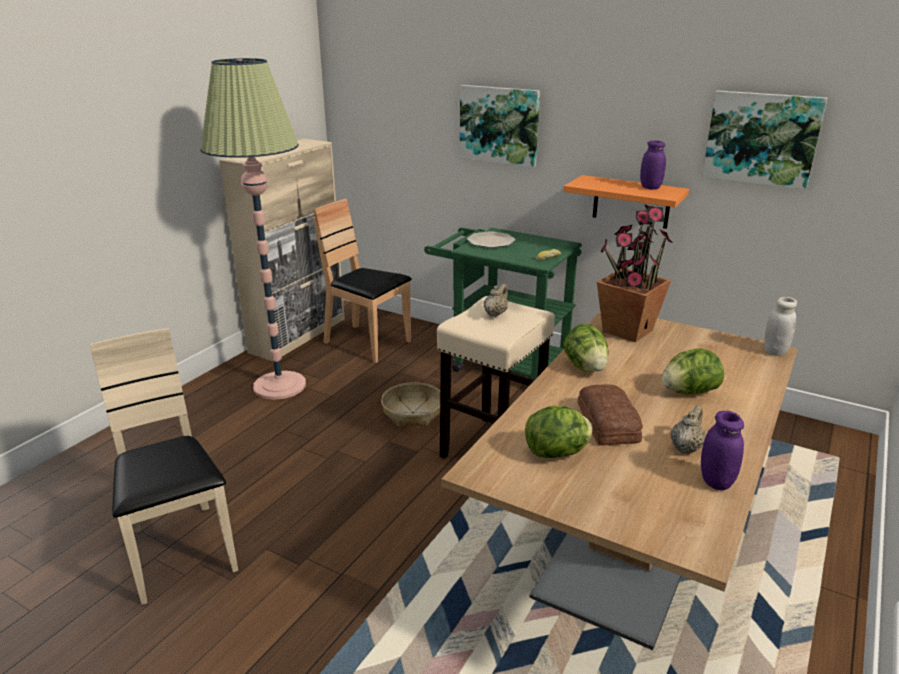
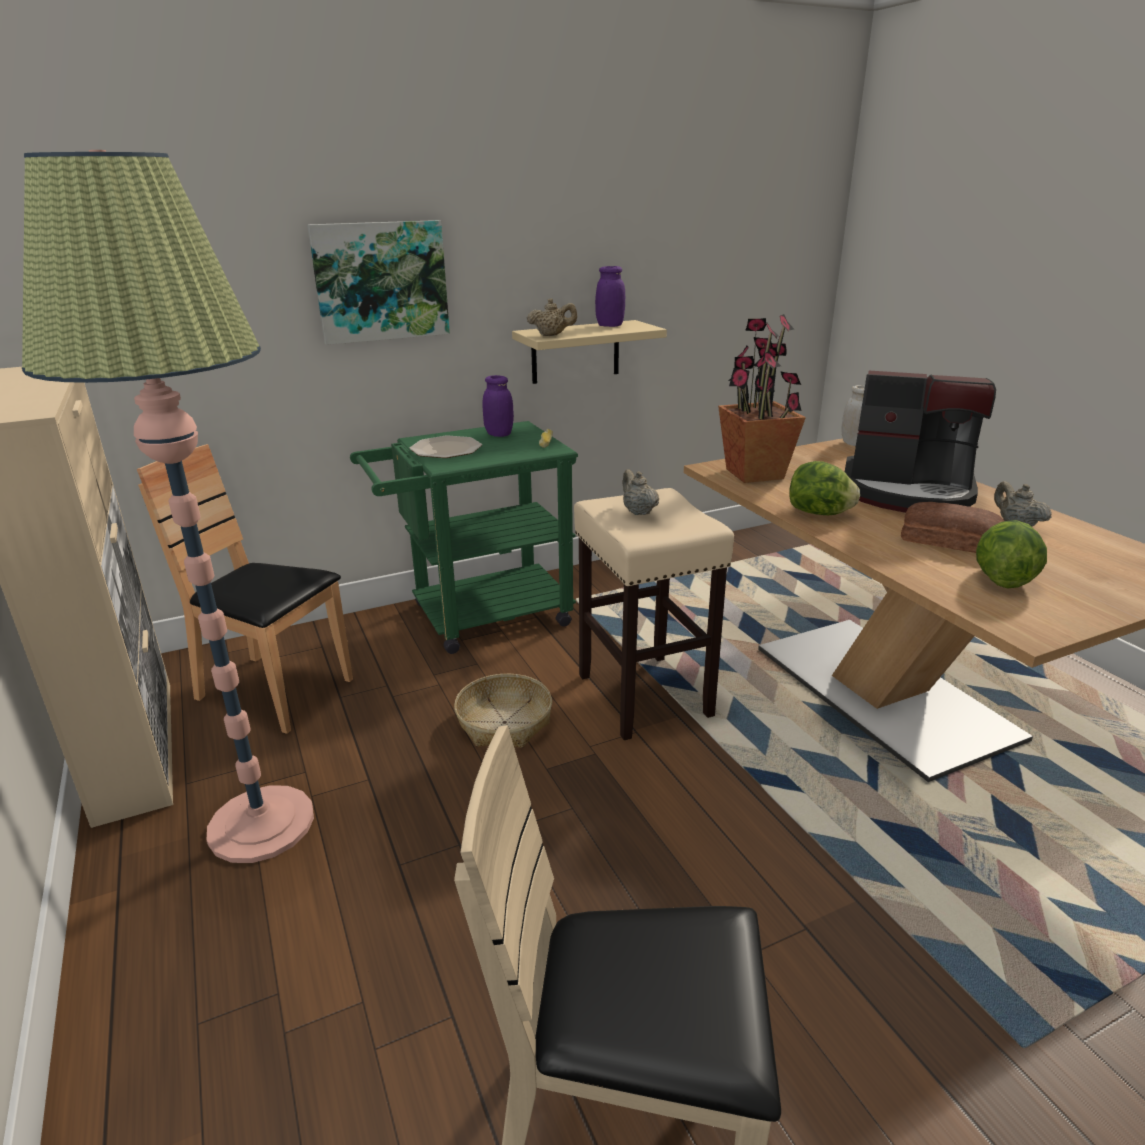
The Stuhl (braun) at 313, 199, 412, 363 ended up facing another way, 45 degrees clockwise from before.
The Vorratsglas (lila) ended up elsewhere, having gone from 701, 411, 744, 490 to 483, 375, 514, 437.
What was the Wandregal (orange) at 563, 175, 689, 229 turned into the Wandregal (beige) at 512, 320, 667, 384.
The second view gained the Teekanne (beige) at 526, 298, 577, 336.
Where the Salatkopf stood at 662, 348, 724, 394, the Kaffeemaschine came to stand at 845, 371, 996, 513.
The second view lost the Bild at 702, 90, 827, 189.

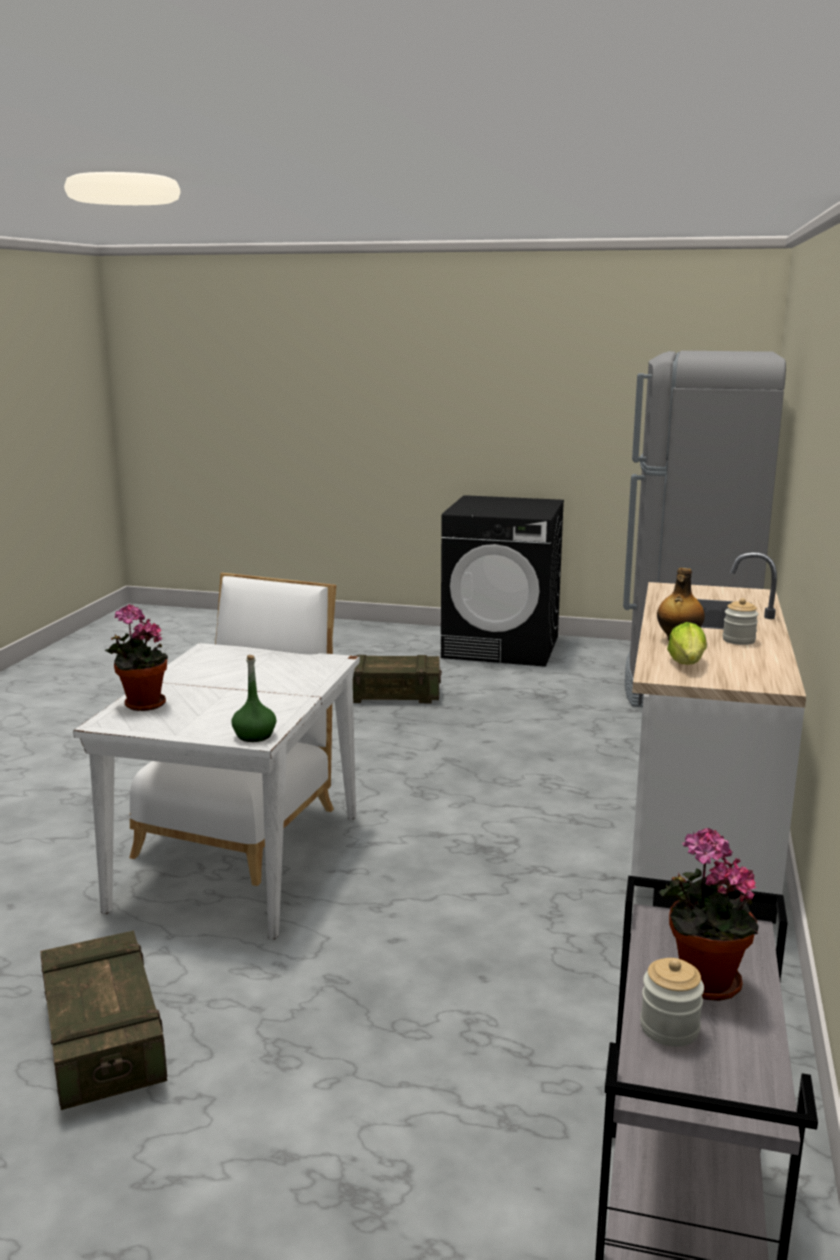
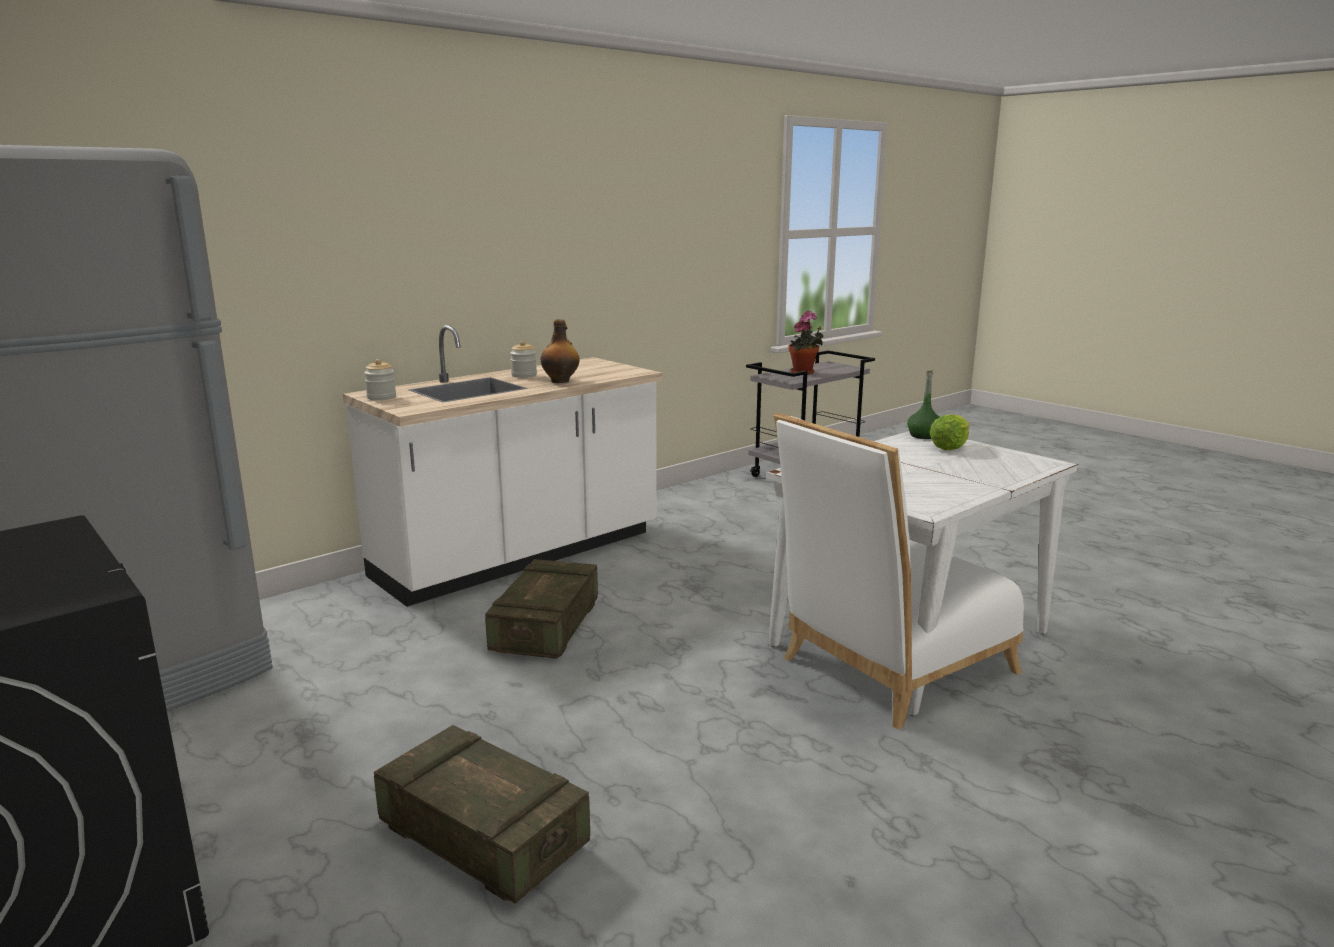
The Vorratsglas ended up elsewhere, having gone from 640, 958, 704, 1047 to 364, 359, 396, 400.
The Kiste ended up elsewhere, having gone from 40, 930, 167, 1110 to 485, 559, 598, 659.
The Salatkopf ended up elsewhere, having gone from 667, 622, 707, 665 to 930, 414, 969, 450.
The second view lost the Topfpflanze at 105, 604, 168, 711.

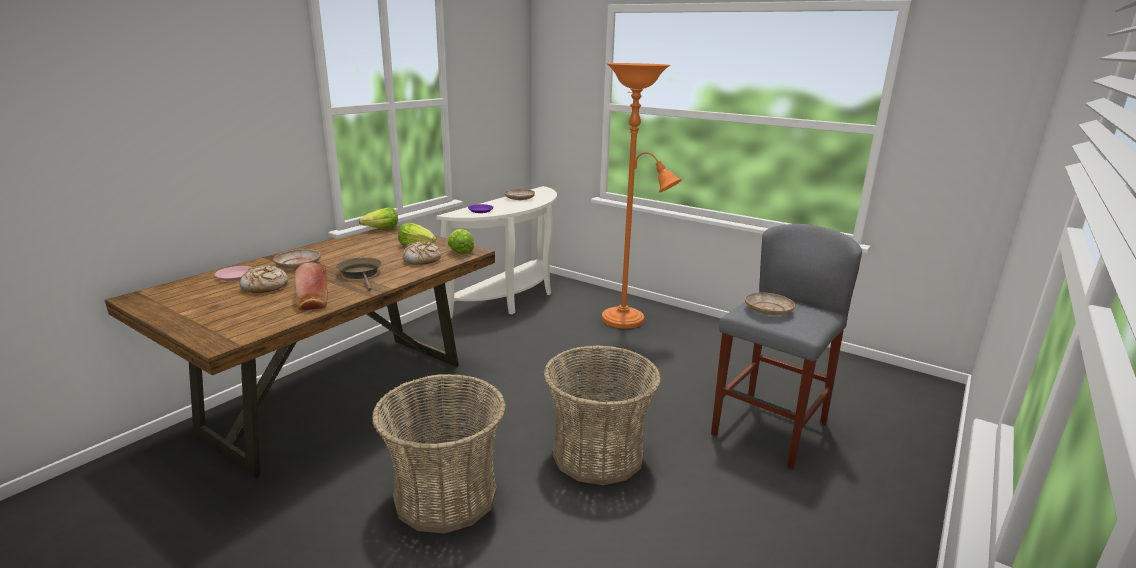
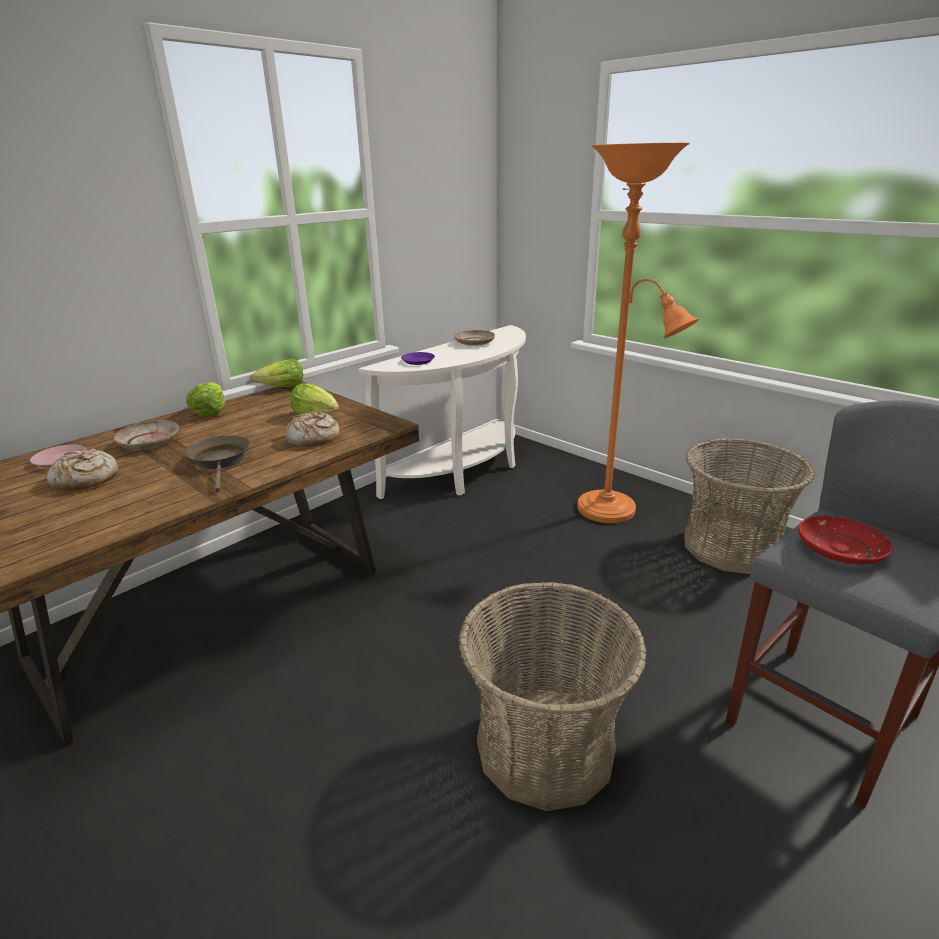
The Salatkopf ended up elsewhere, having gone from 448, 229, 474, 254 to 186, 382, 225, 416.
The Korb ended up elsewhere, having gone from 372, 374, 506, 534 to 684, 438, 815, 574.
What was the Teller (beige) at 745, 292, 796, 315 turned into the Teller (rot) at 798, 516, 893, 565.
The second view lost the Brot at 295, 263, 327, 311.

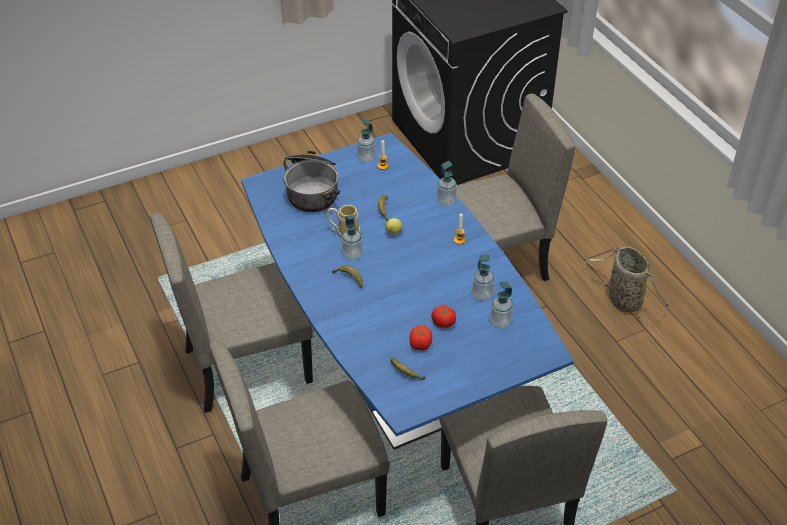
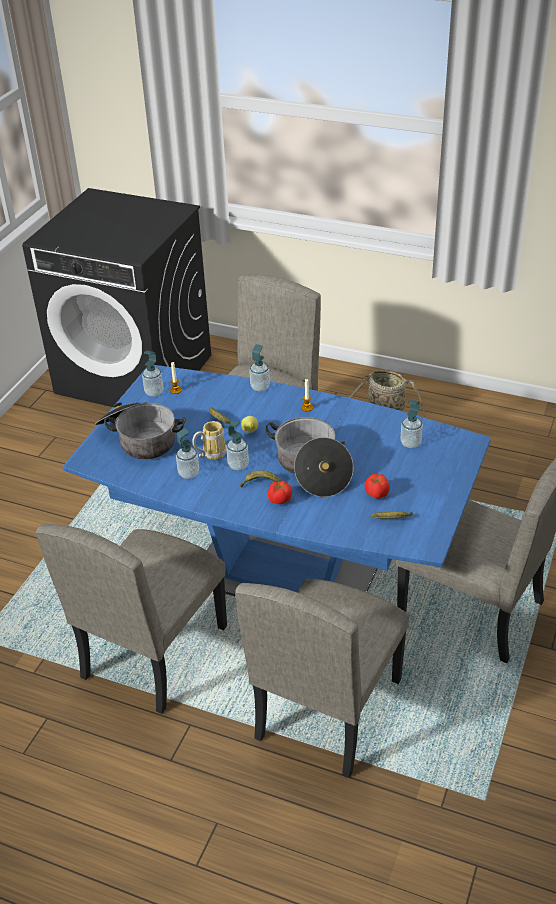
The Seifenspender ended up elsewhere, having gone from 472, 254, 494, 300 to 176, 428, 199, 479.
The second view gained the Kochtopf at 266, 417, 354, 497.
The Tomate ended up elsewhere, having gone from 431, 305, 456, 328 to 268, 481, 292, 504.

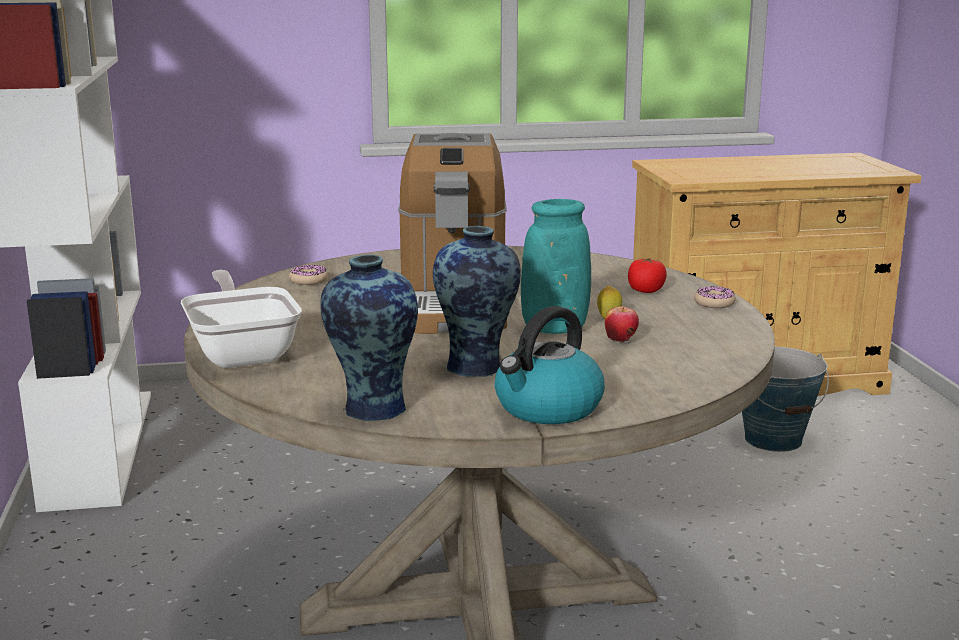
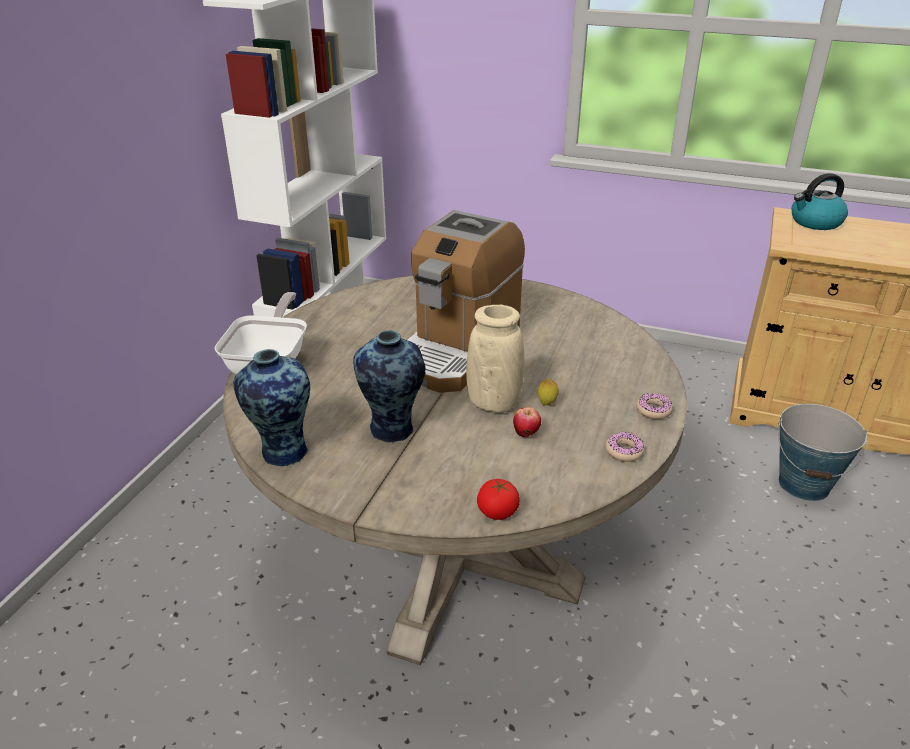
What was the Vase (türkis) at 521, 199, 591, 334 turned into the Vase (beige) at 466, 305, 524, 412.
The Tomate ended up elsewhere, having gone from 628, 258, 667, 293 to 477, 479, 520, 520.
The Donut ended up elsewhere, having gone from 289, 264, 328, 285 to 605, 431, 644, 462.
The Wasserkessel ended up elsewhere, having gone from 495, 306, 605, 424 to 792, 173, 848, 230.

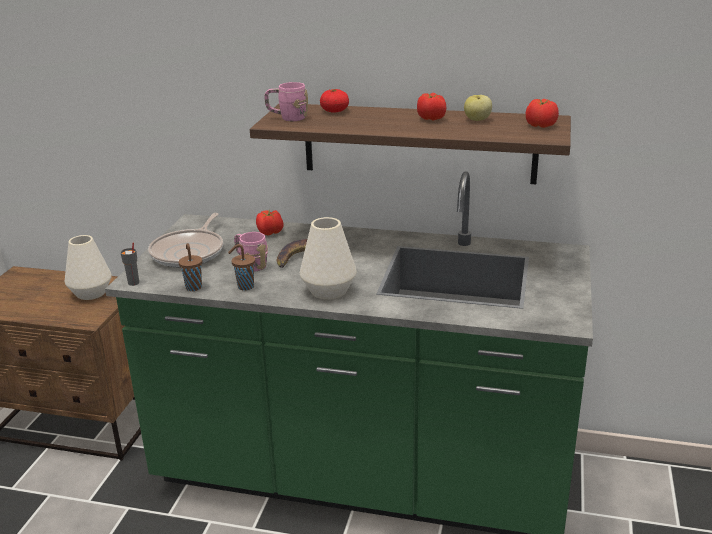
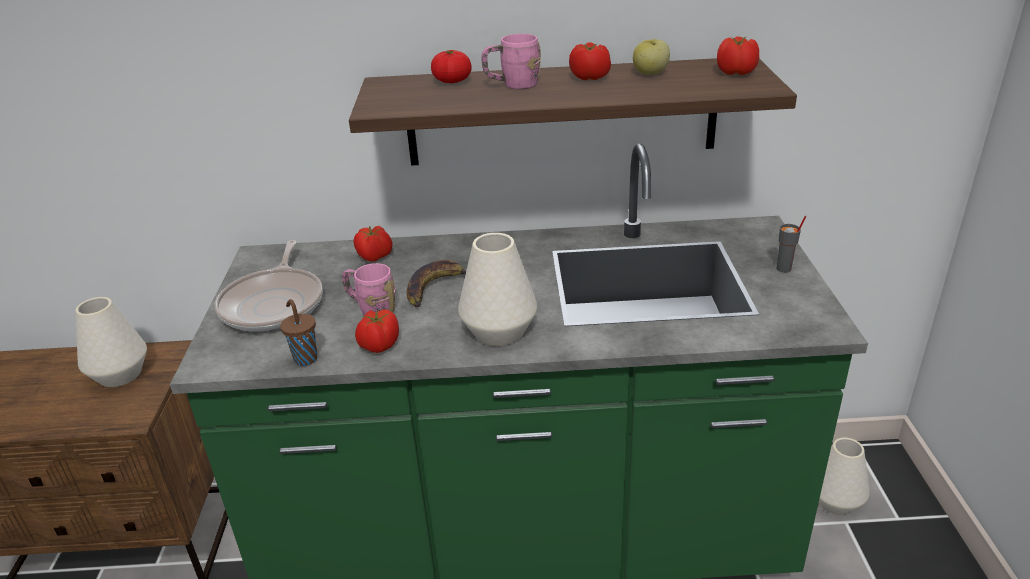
Where the Tasse (braun) stood at 228, 244, 255, 291, the Tomate came to stand at 355, 309, 399, 353.
The Henkelbecher (rosa) ended up elsewhere, having gone from 264, 82, 308, 121 to 481, 34, 541, 89.
The Tasse (grau) ended up elsewhere, having gone from 120, 243, 139, 286 to 777, 216, 807, 273.
The second view gained the Vase (weiß) at 819, 438, 870, 515.

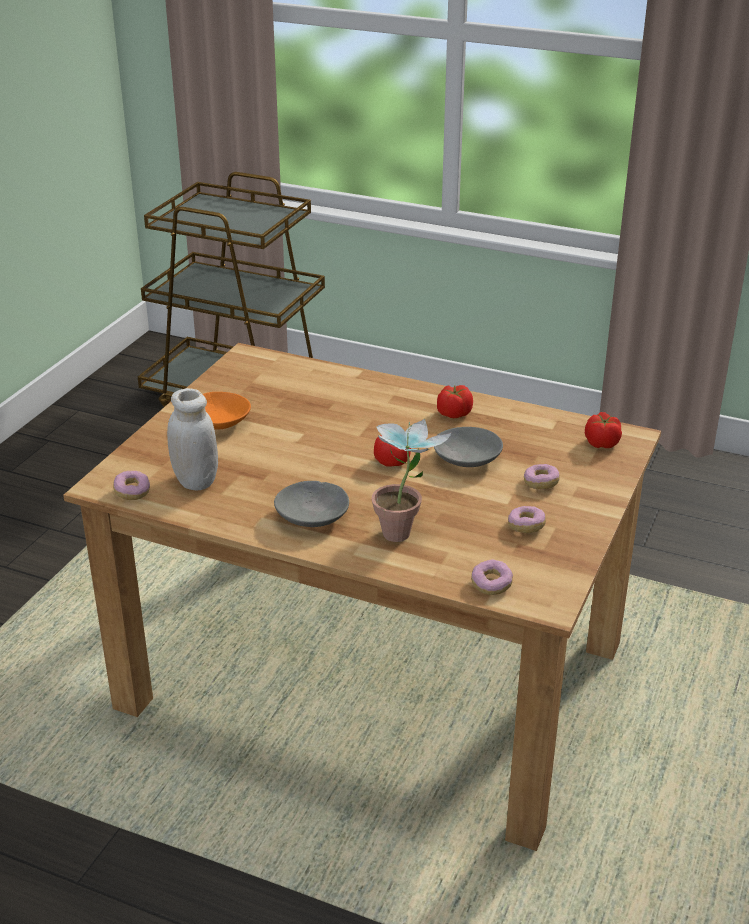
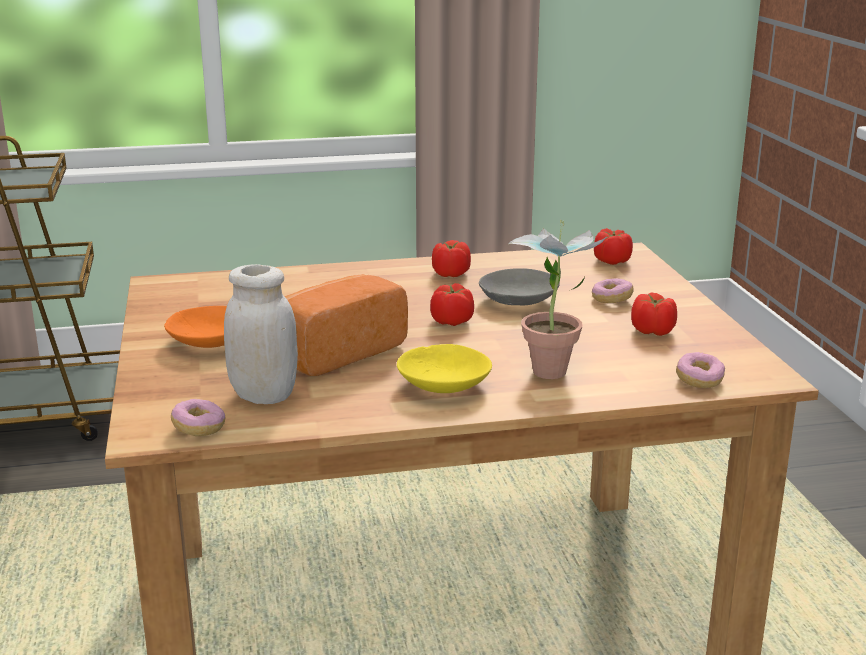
The second view gained the Brot at 284, 274, 408, 376.
What was the Schüssel (grau) at 274, 481, 349, 527 turned into the Schüssel (gelb) at 397, 344, 492, 393.
Where the Donut stood at 508, 506, 546, 533, the Tomate came to stand at 631, 292, 677, 336.

